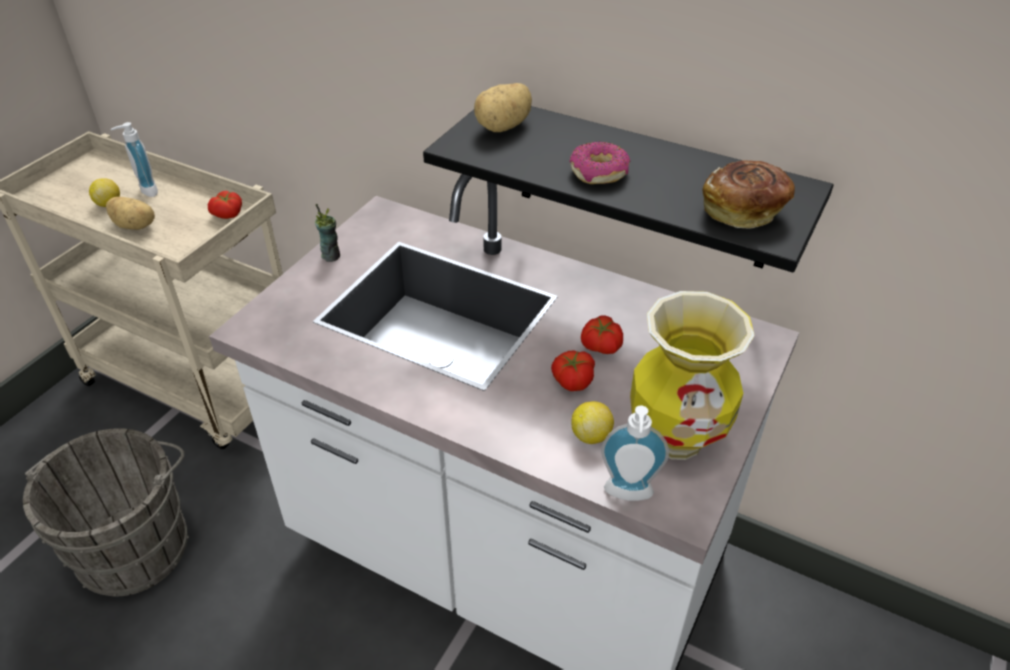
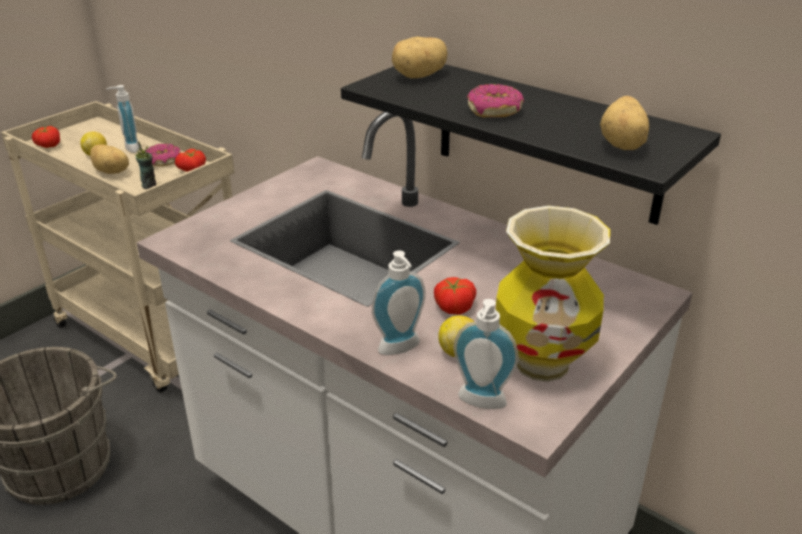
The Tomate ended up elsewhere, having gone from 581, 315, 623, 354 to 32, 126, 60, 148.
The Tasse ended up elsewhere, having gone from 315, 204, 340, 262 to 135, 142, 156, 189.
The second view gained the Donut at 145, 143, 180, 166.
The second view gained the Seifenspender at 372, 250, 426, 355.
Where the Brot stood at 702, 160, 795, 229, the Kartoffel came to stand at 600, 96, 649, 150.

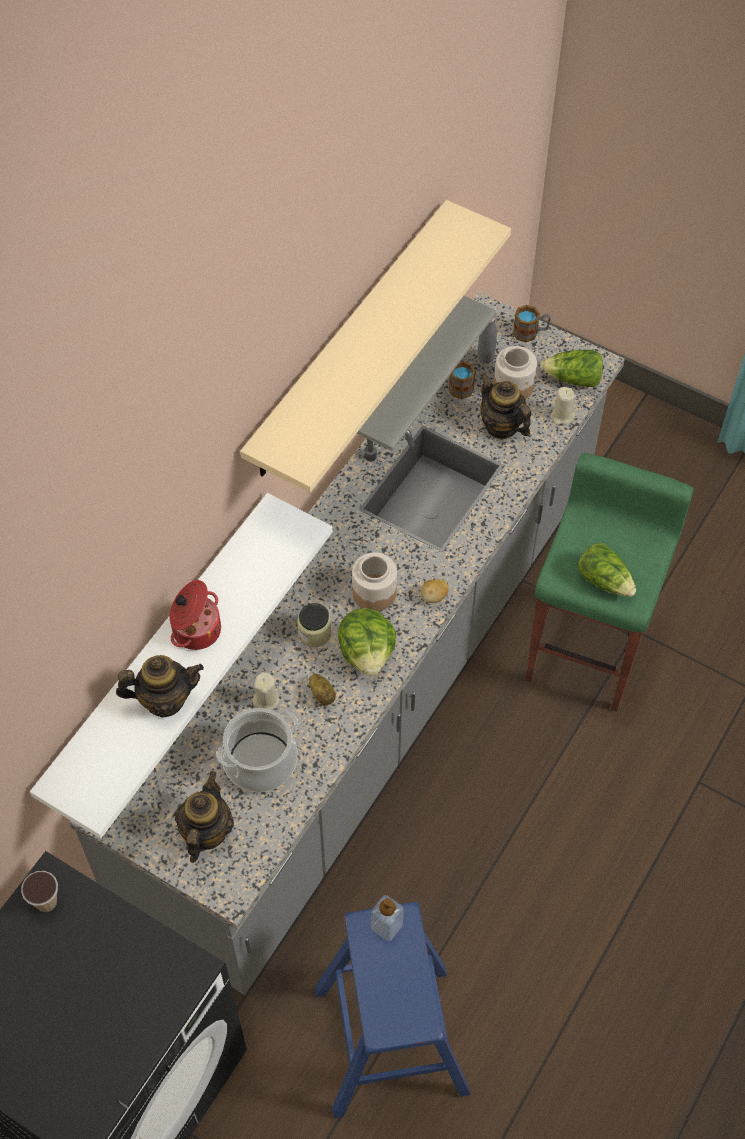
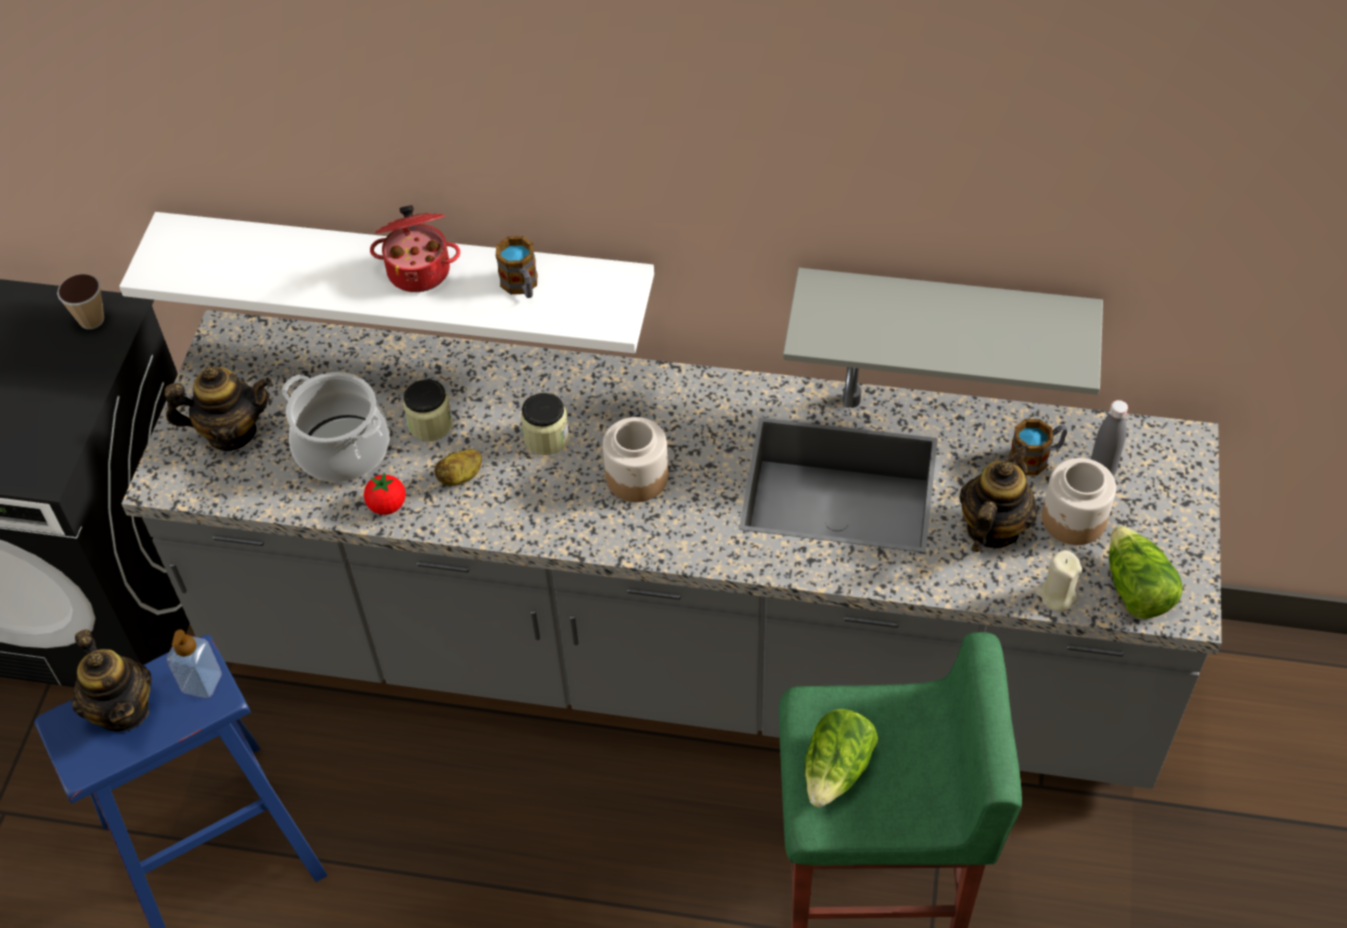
The Teekanne ended up elsewhere, having gone from 116, 655, 204, 718 to 72, 629, 152, 732.
The second view gained the Tomate at 364, 472, 406, 515.
Where the Kerze (beige) stood at 253, 672, 280, 710, the Vorratsglas came to stand at 403, 379, 453, 441.
The Henkelbecher ended up elsewhere, having gone from 513, 305, 551, 342 to 496, 236, 538, 298.
The second view lost the Wandregal (beige) at 240, 200, 511, 493.
The second view lost the Salatkopf at 338, 608, 396, 676.
The second view lost the Kartoffel at 421, 579, 449, 603.

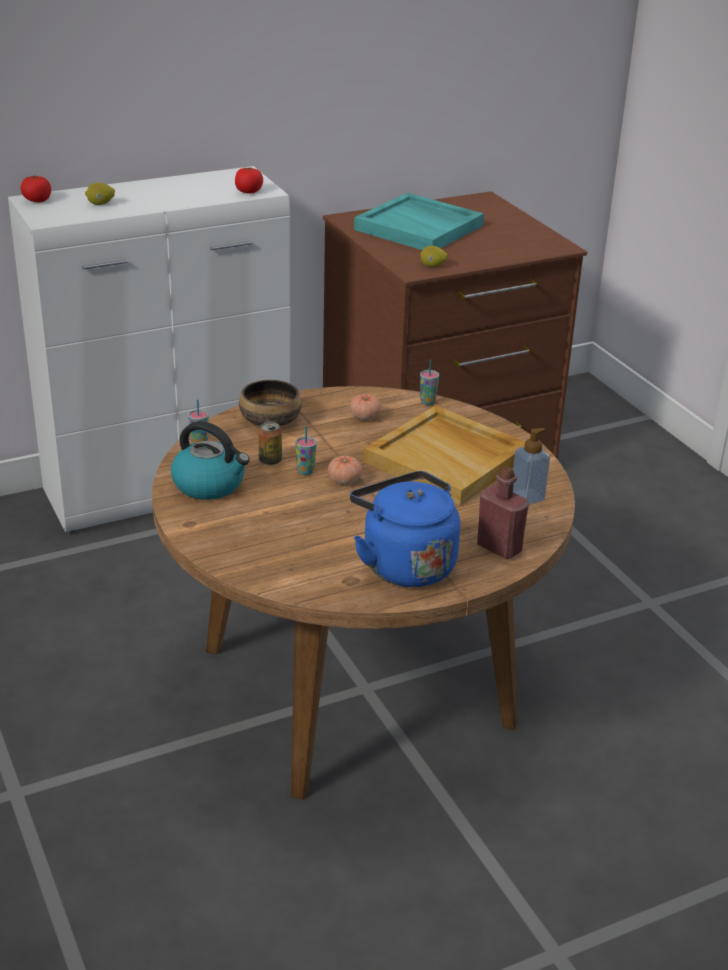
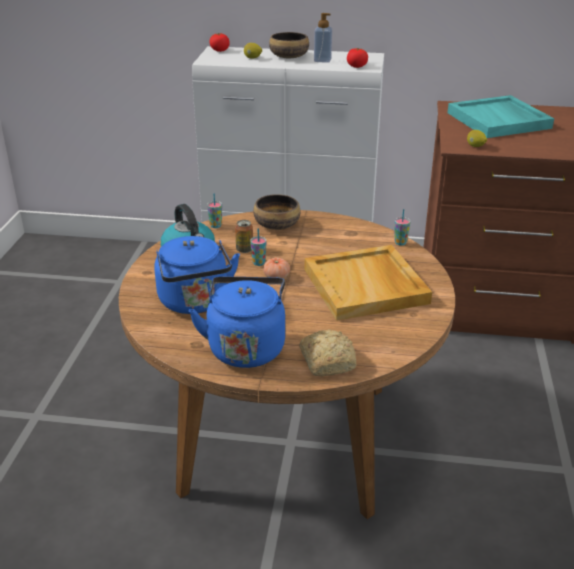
The second view gained the Wasserkessel (blau) at 154, 236, 240, 314.
The second view gained the Schüssel at 269, 32, 309, 58.
Where the Flasche (rot) stood at 477, 466, 529, 559, the Brot came to stand at 299, 329, 357, 376.
The Seifenspender ended up elsewhere, having gone from 513, 428, 550, 504 to 314, 13, 332, 63.
The second view lost the Tomate at 350, 394, 382, 420.

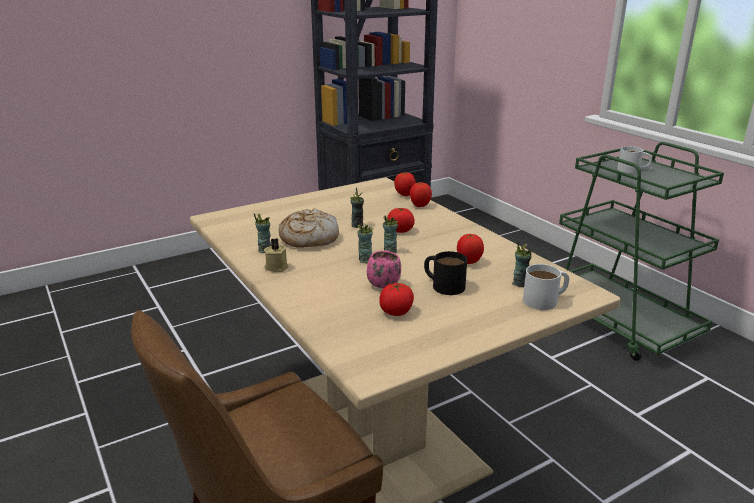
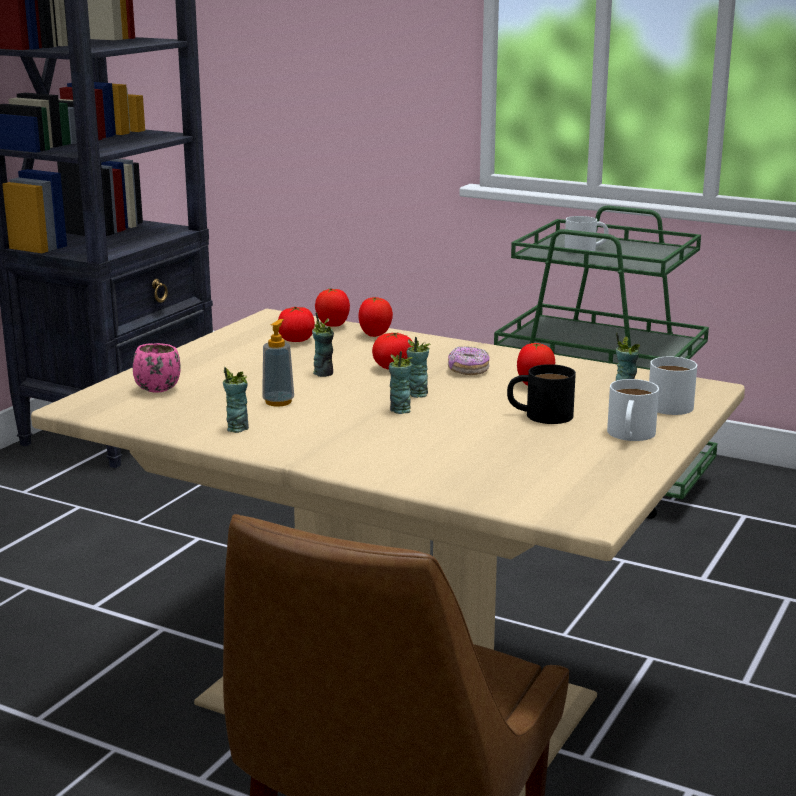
The Henkelbecher (rosa) ended up elsewhere, having gone from 367, 250, 401, 288 to 133, 343, 180, 393.
Where the Brot stood at 279, 208, 339, 248, the Seifenspender came to stand at 262, 319, 294, 407.
The Tomate ended up elsewhere, having gone from 379, 283, 414, 316 to 278, 307, 315, 342.
The second view gained the Donut at 448, 346, 490, 375.
The second view gained the Henkelbecher (weiß) at 607, 379, 659, 441.
The second view lost the Kerze (beige) at 264, 238, 289, 272.

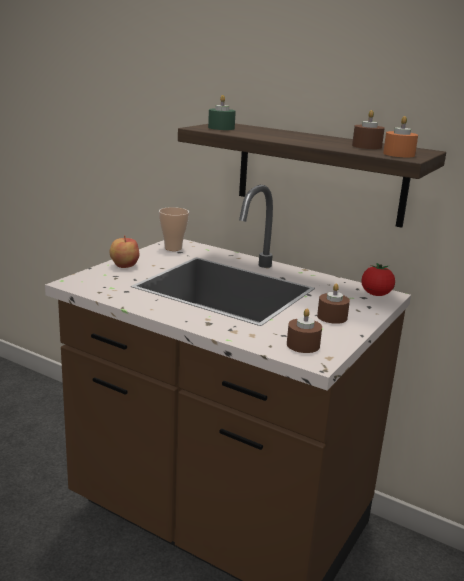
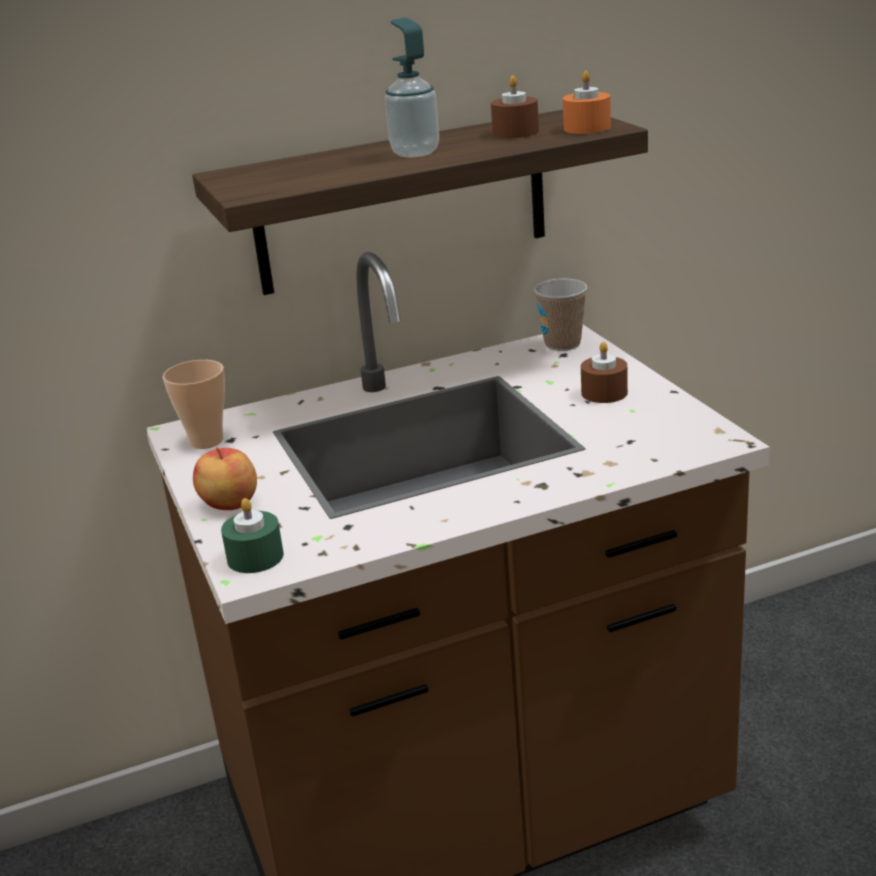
The Kerze (grün) ended up elsewhere, having gone from 208, 95, 236, 130 to 221, 498, 284, 573.
The second view gained the Seifenspender at 385, 18, 439, 157.
Where the Tomate stood at 361, 263, 395, 296, the Tasse came to stand at 534, 279, 587, 351.
The second view lost the Kerze (braun) at 287, 309, 322, 353.

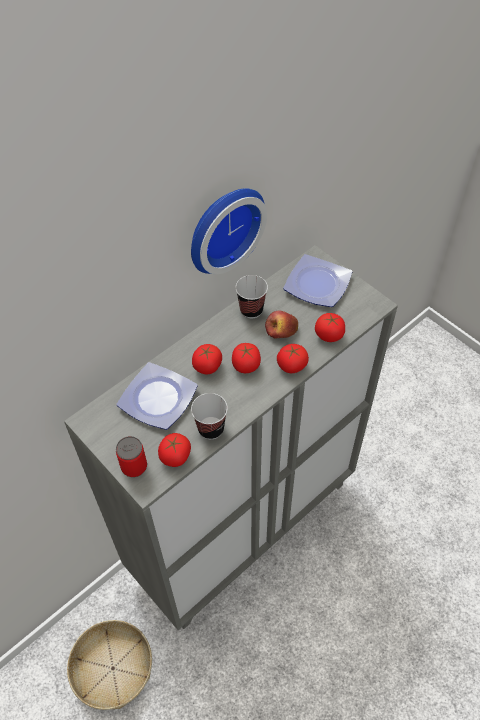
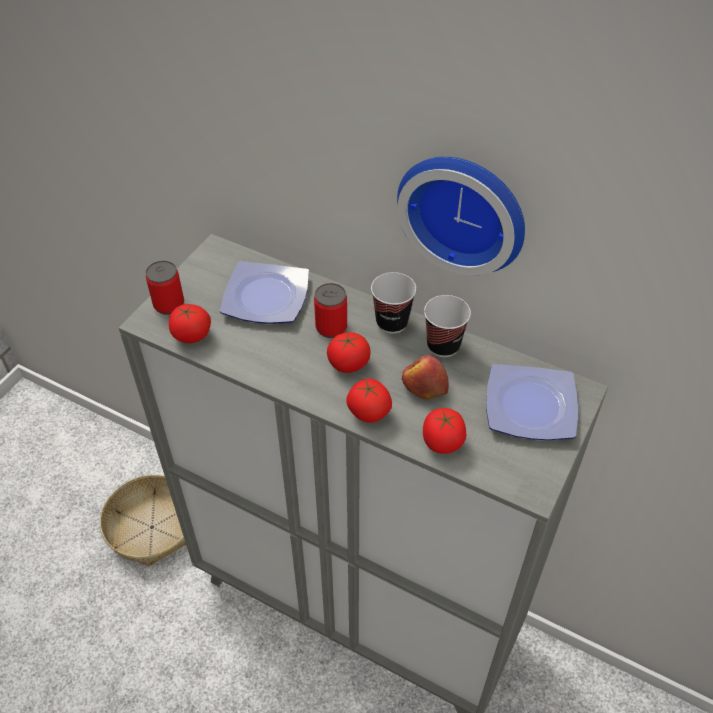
Where the Tomate stood at 192, 344, 222, 374, the Dose came to stand at 314, 283, 347, 338.
The Tasse ended up elsewhere, having gone from 191, 393, 228, 439 to 371, 272, 416, 334.

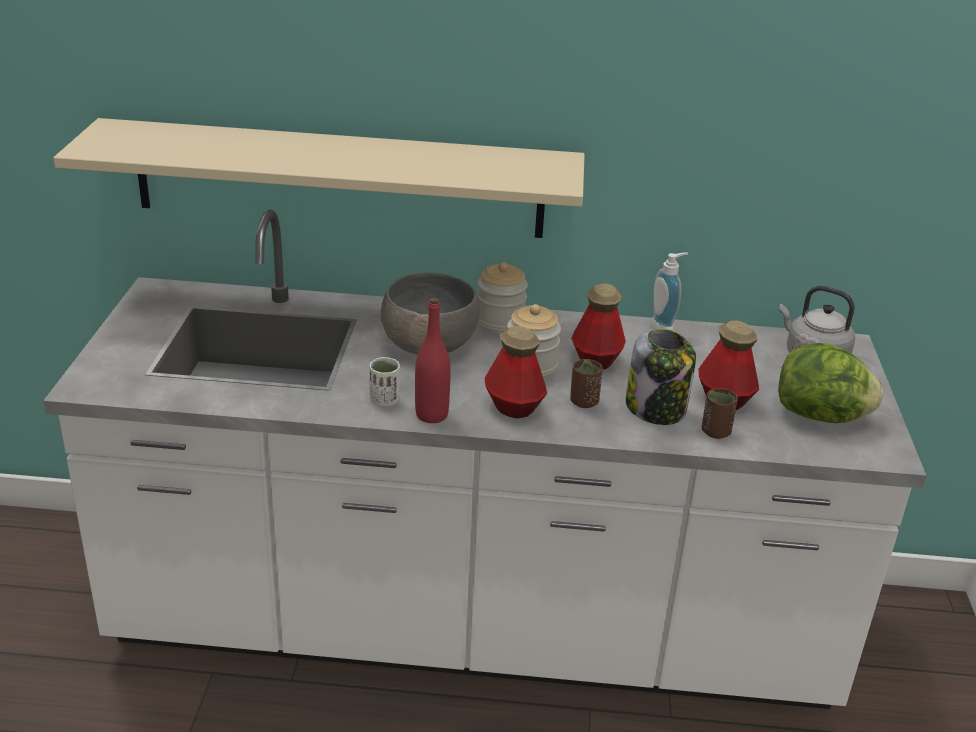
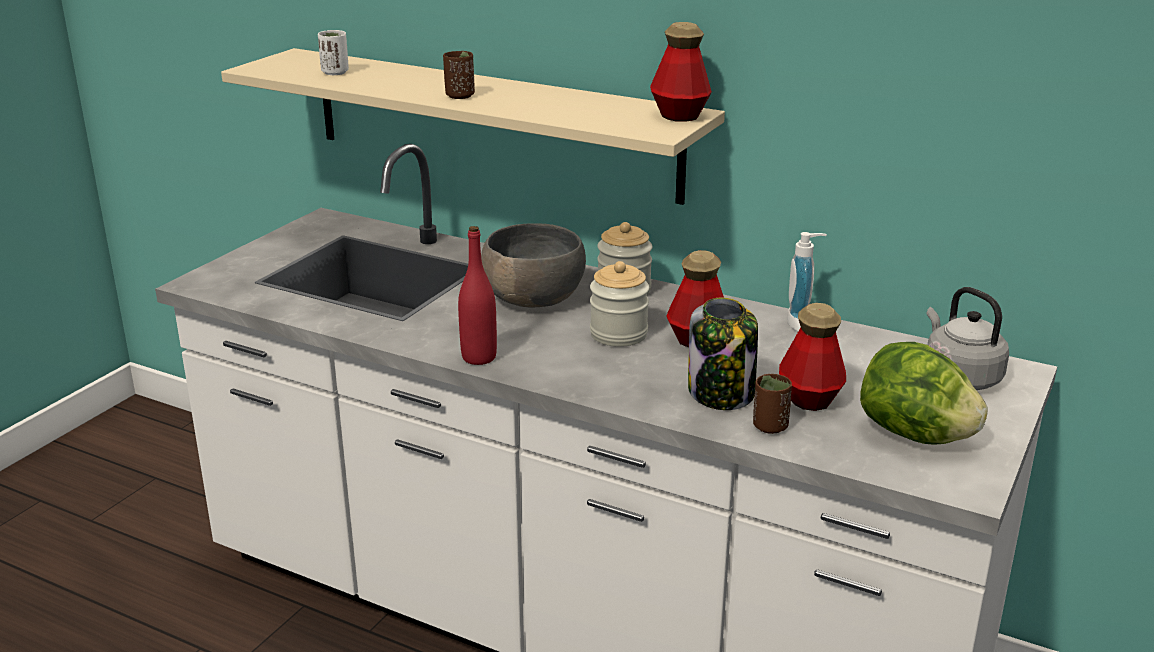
The Tasse (weiß) ended up elsewhere, having gone from 370, 357, 400, 407 to 318, 30, 349, 75.
The Tasse (braun) ended up elsewhere, having gone from 570, 359, 603, 408 to 443, 51, 475, 99.
The Flasche ended up elsewhere, having gone from 484, 326, 547, 418 to 650, 22, 712, 122.

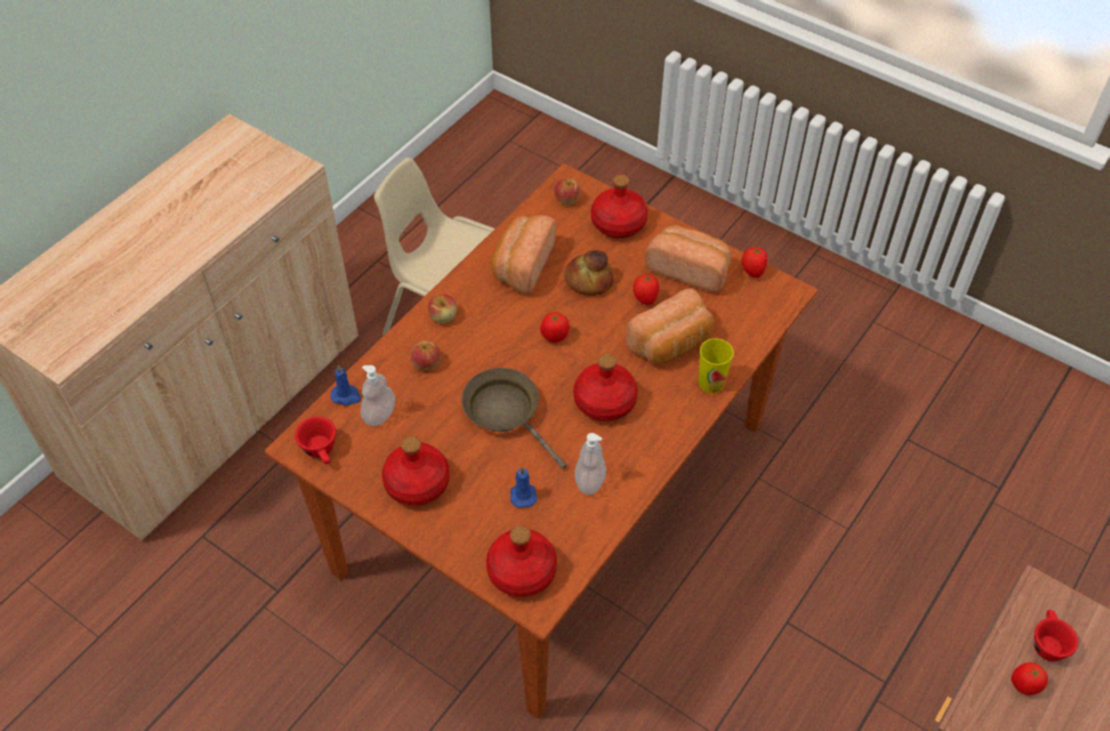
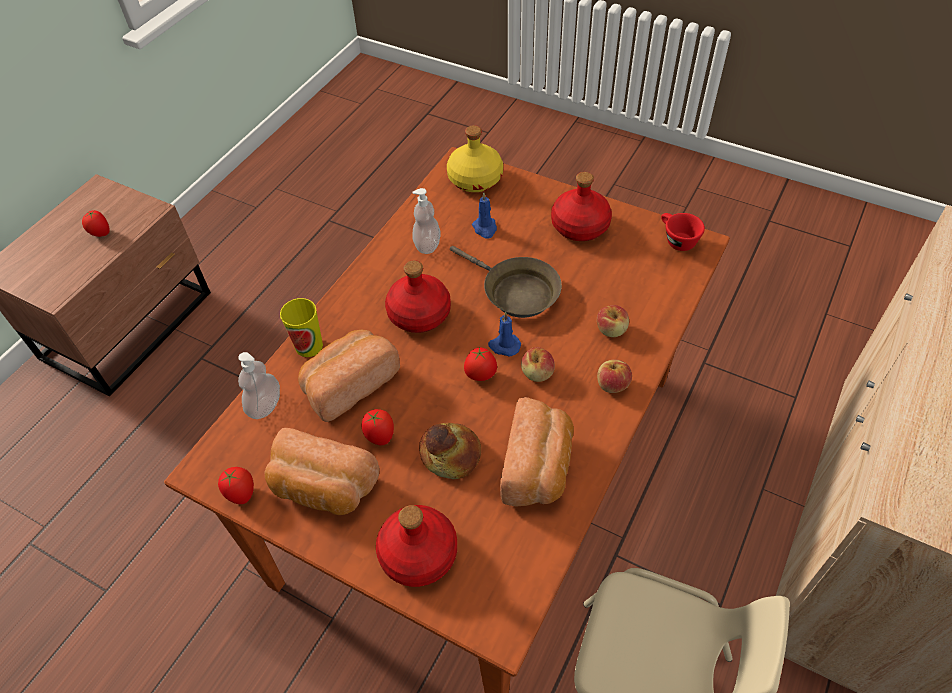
The Seifenspender ended up elsewhere, having gone from 361, 365, 395, 426 to 238, 352, 280, 419.
What was the Flasche (rot) at 486, 525, 557, 597 turned into the Flasche (gelb) at 447, 125, 503, 192.
The Kerze (blau) ended up elsewhere, having gone from 331, 365, 361, 406 to 488, 312, 521, 357.
The Apfel ended up elsewhere, having gone from 554, 179, 581, 206 to 521, 347, 555, 382.
The second view lost the Tasse (rot) at 1034, 610, 1078, 661.

